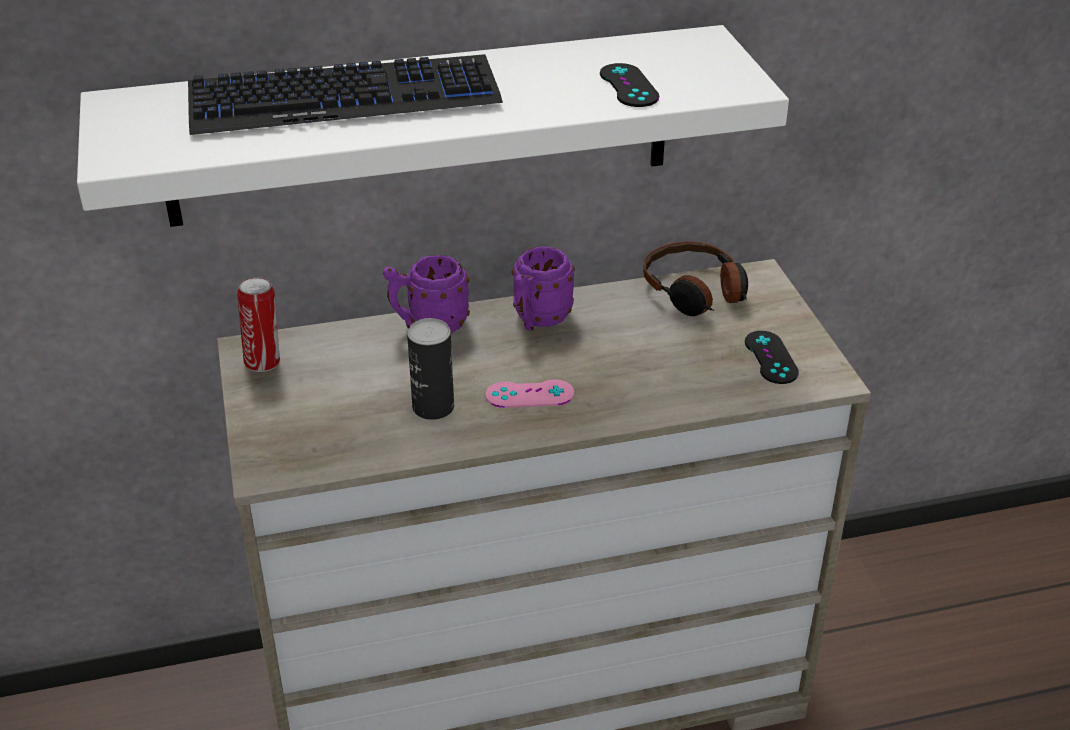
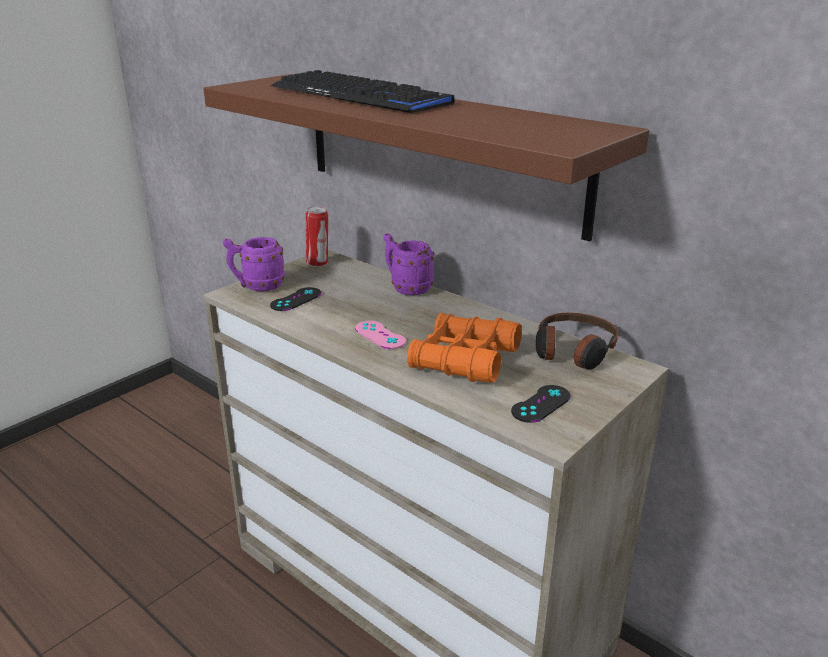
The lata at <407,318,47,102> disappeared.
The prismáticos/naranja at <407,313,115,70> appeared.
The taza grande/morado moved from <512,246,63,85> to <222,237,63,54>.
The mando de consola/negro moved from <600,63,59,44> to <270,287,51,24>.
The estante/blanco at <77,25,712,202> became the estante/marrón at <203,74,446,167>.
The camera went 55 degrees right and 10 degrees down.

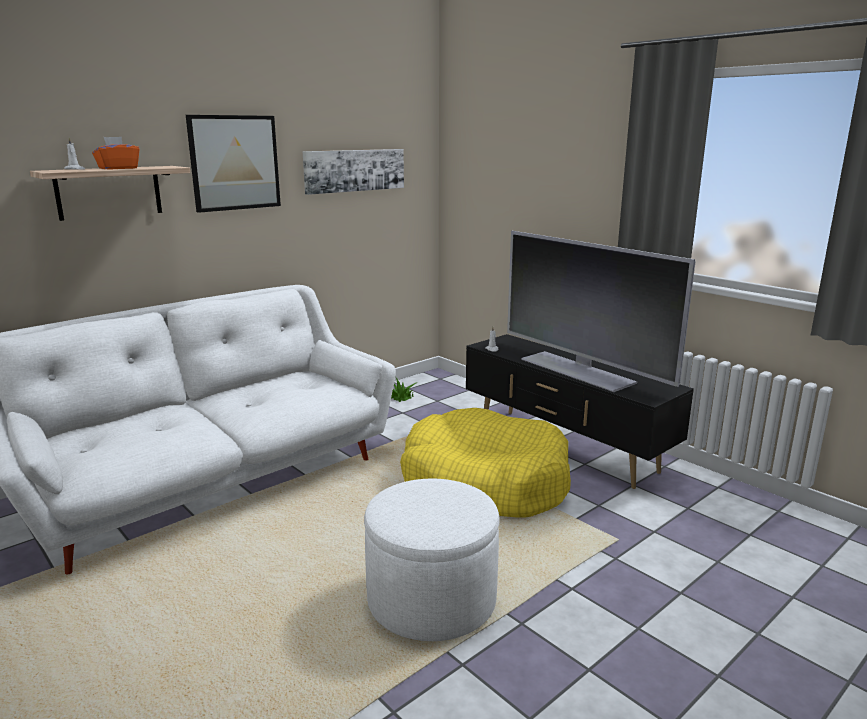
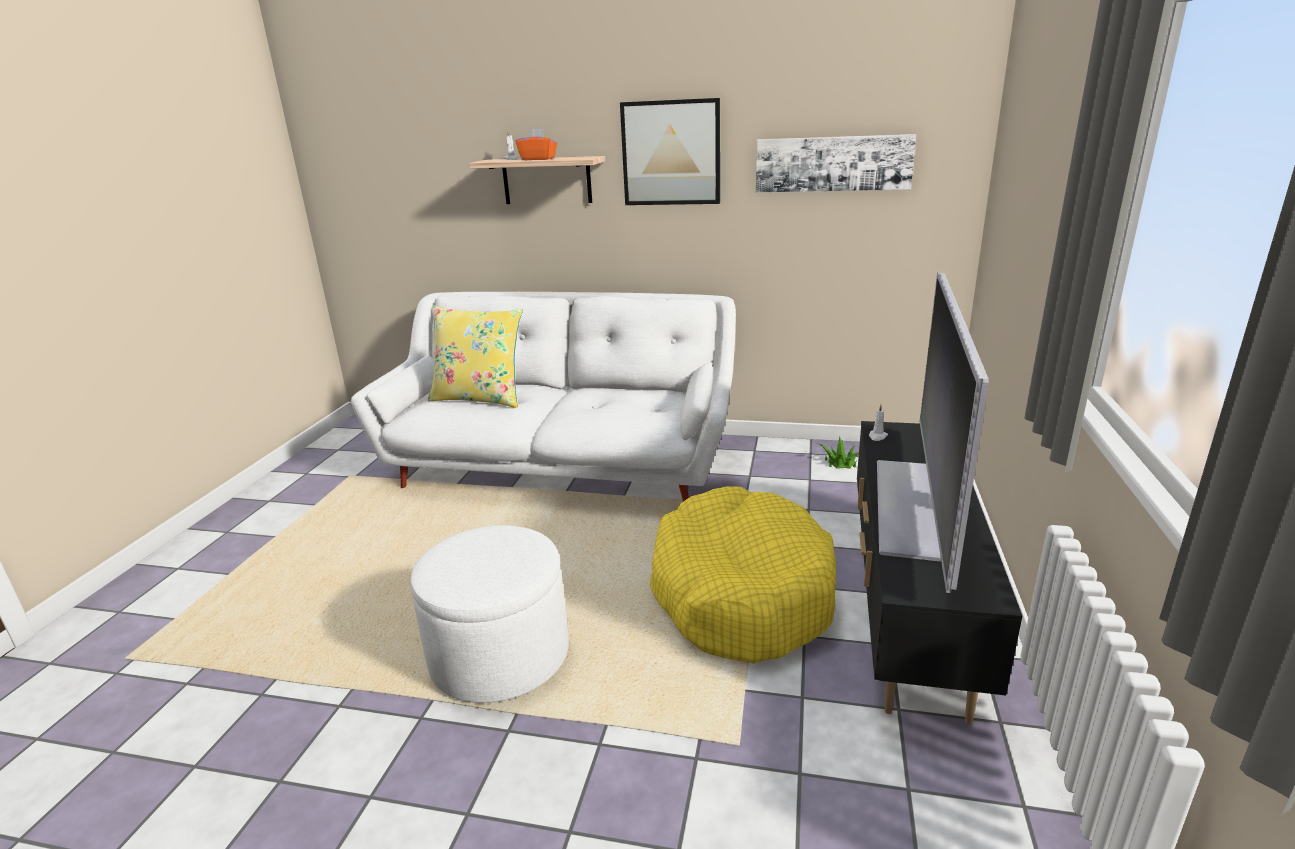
The cojín/amarillo at <428,305,95,103> appeared.
The camera went 55 degrees right and 5 degrees up.

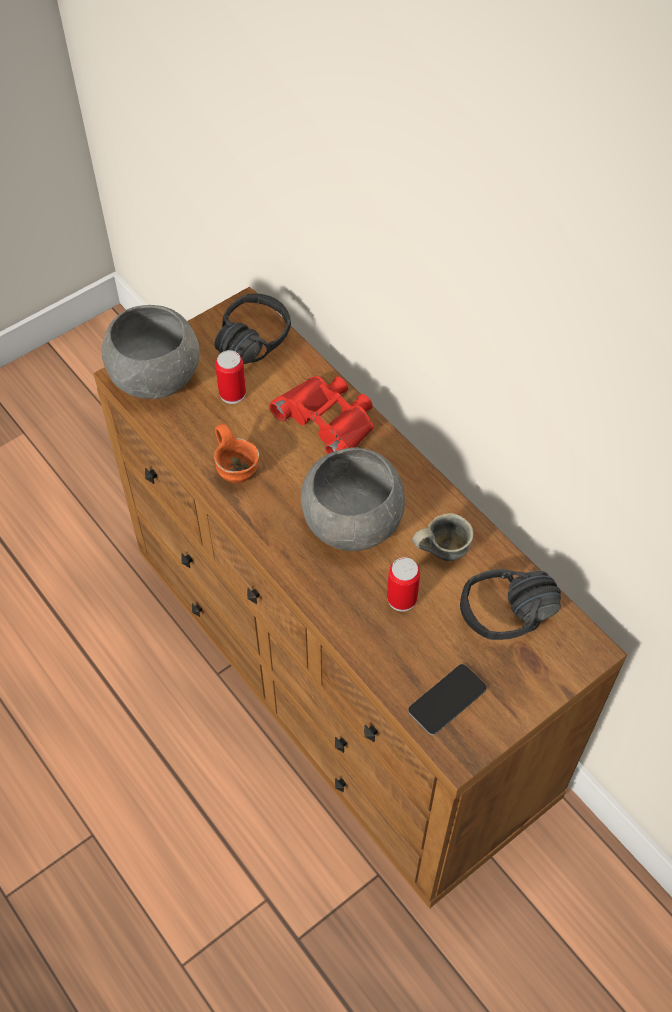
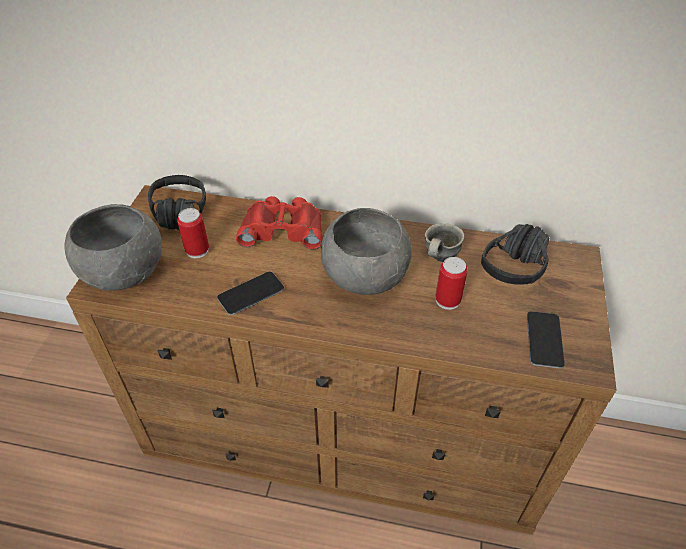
The taza grande/naranja at <214,424,45,60> was replaced by the móvil at <217,272,67,43>.
The camera went 40 degrees left and 10 degrees down.

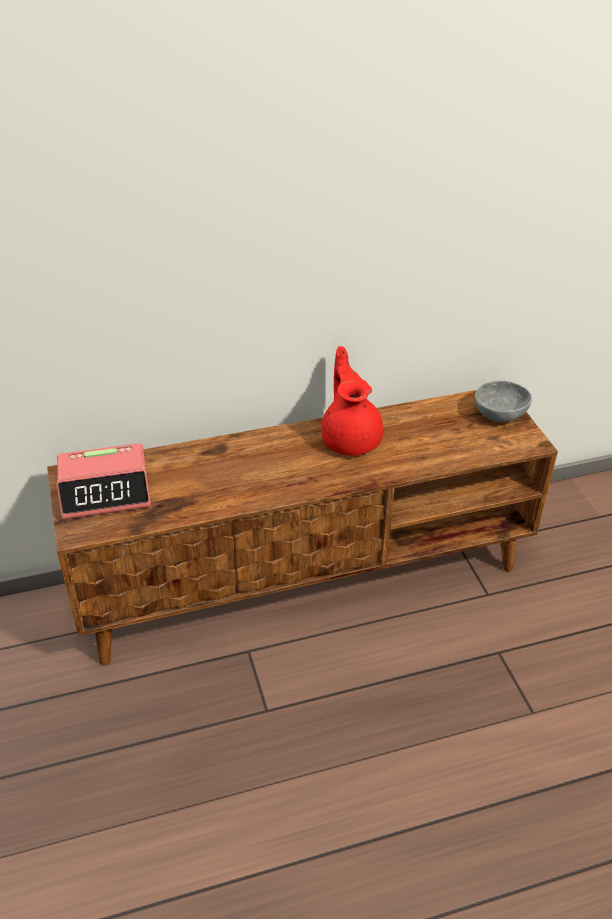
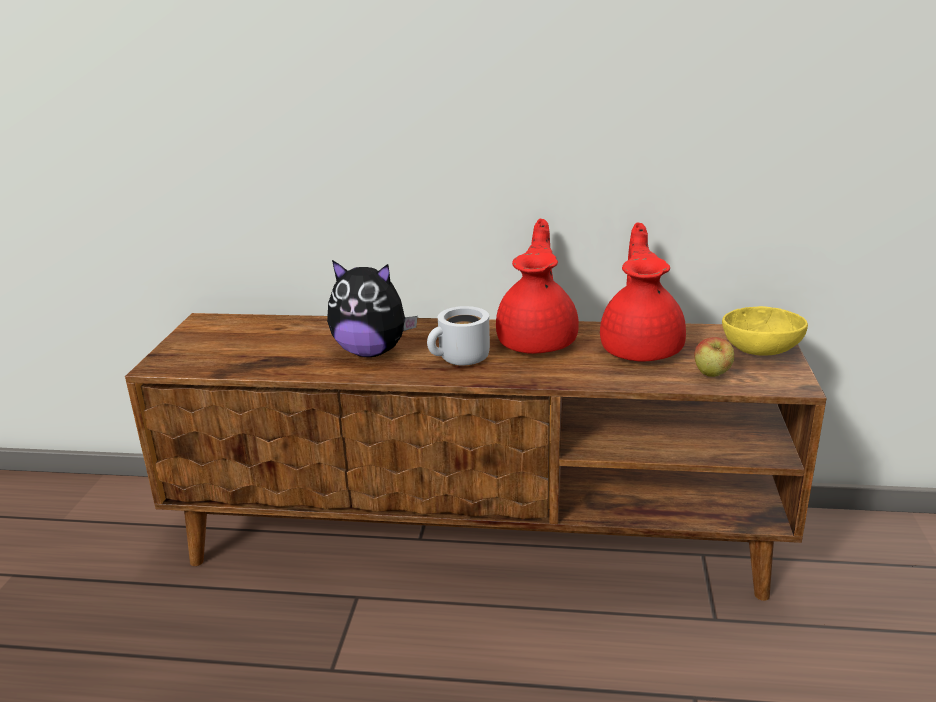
The despertador at <56,443,95,77> disappeared.
The peluche at <327,260,91,97> appeared.
The taza grande/blanco at <427,306,63,59> appeared.
The tetera/rojo at <600,222,86,140> appeared.
The manzana at <694,337,40,40> appeared.
The cuenco/gris at <475,381,57,41> became the cuenco/amarillo at <722,306,86,50>.
The camera went 25 degrees right and 15 degrees down.

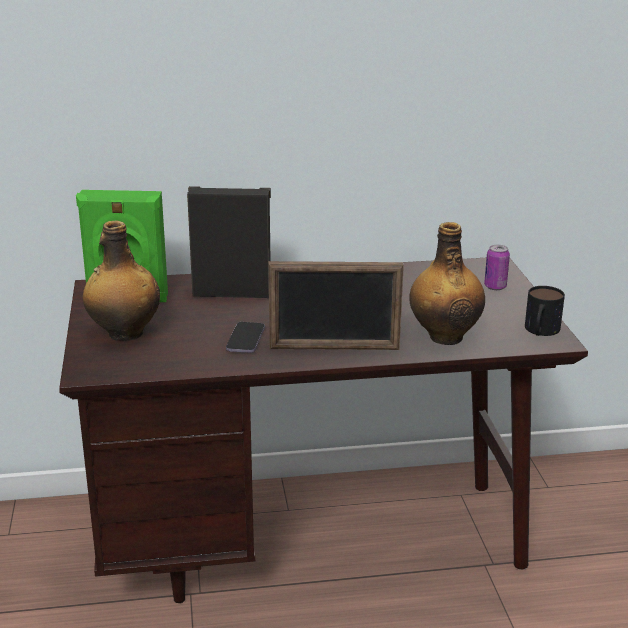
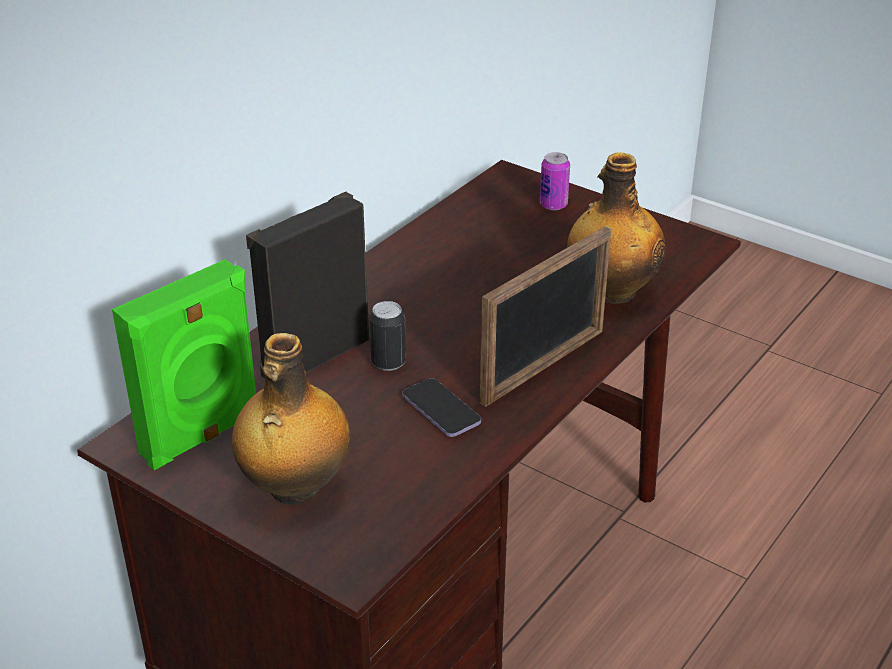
The taza grande at <525,286,40,50> disappeared.
The lata at <369,301,37,70> appeared.
The camera went 45 degrees left and 10 degrees up.

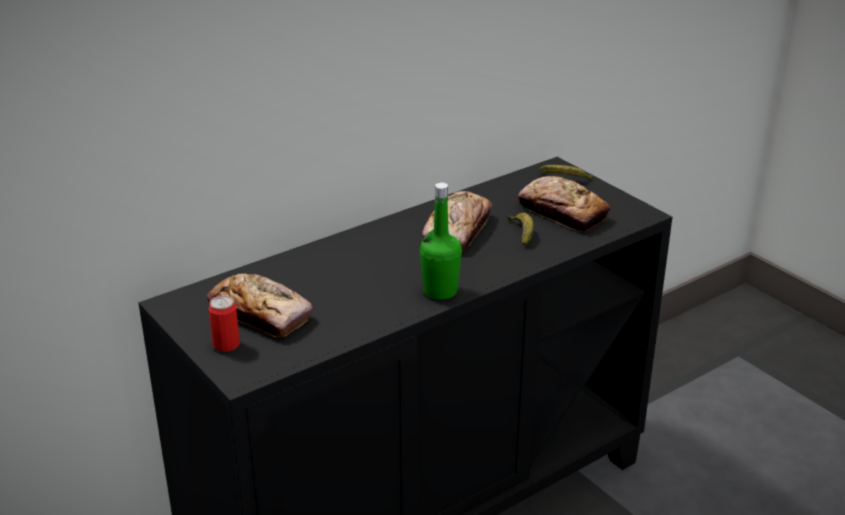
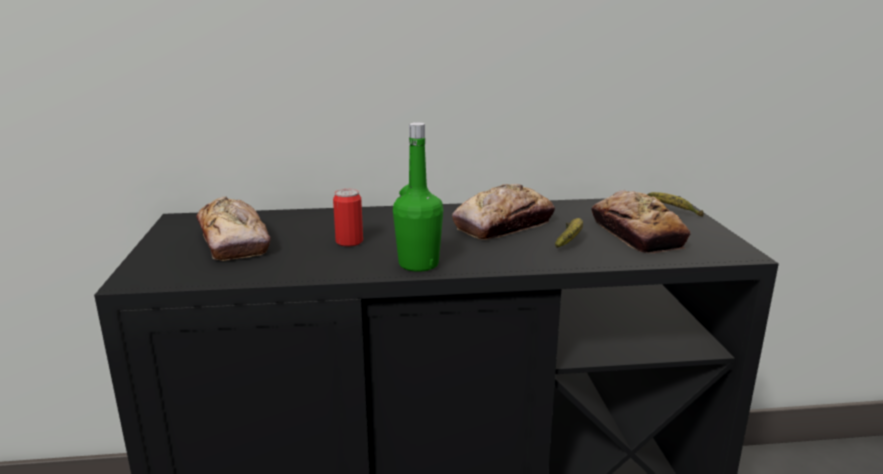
The lata moved from <209,296,31,56> to <333,189,30,57>.
The camera went 30 degrees right and 10 degrees down.

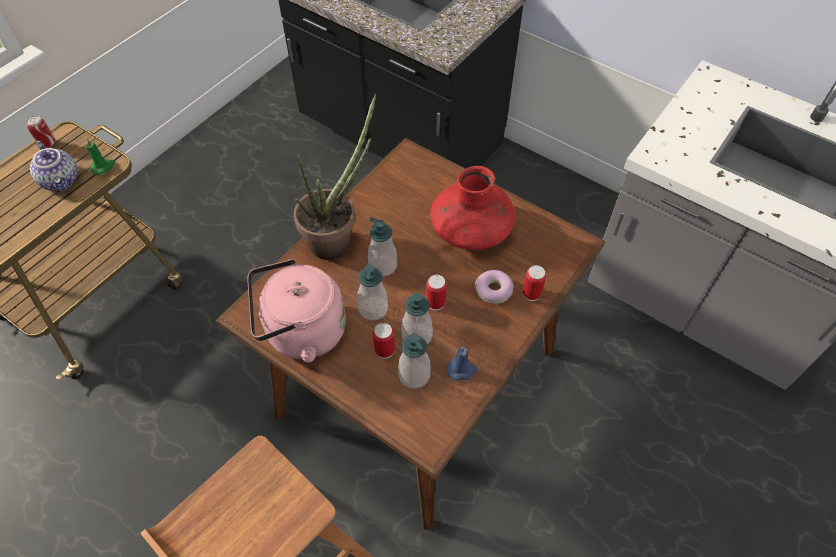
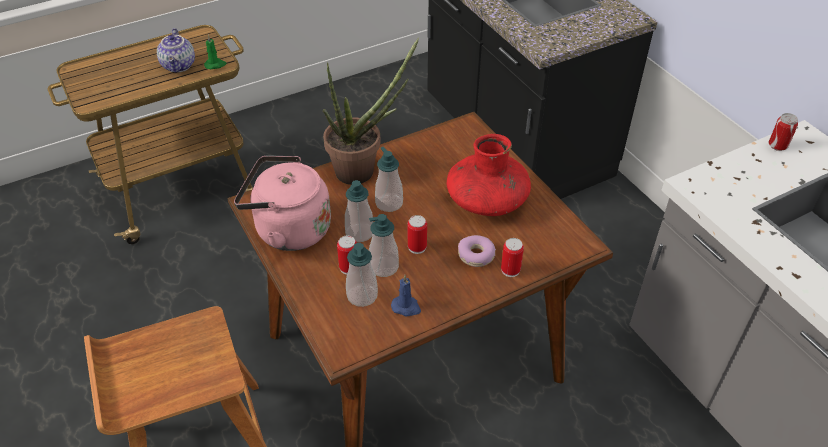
The lata moved from <26,115,29,33> to <769,113,29,38>.
The camera went 25 degrees right and 10 degrees down.

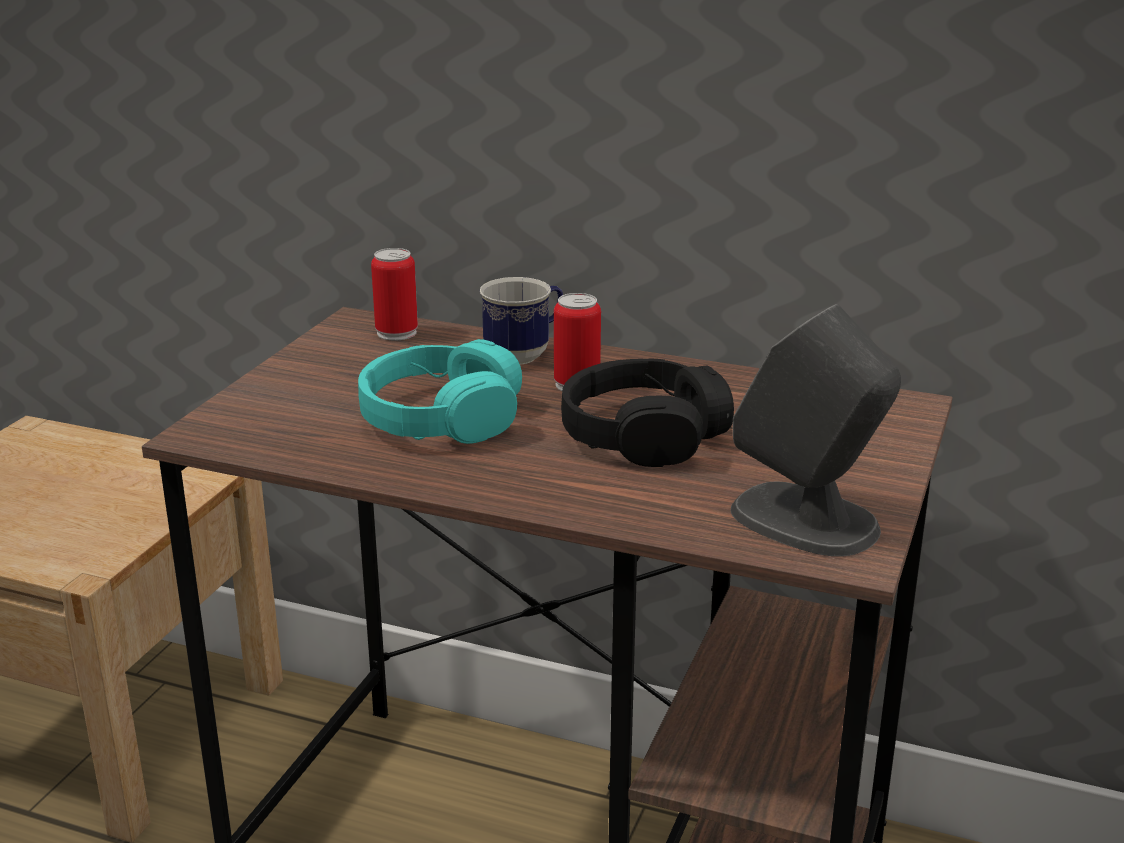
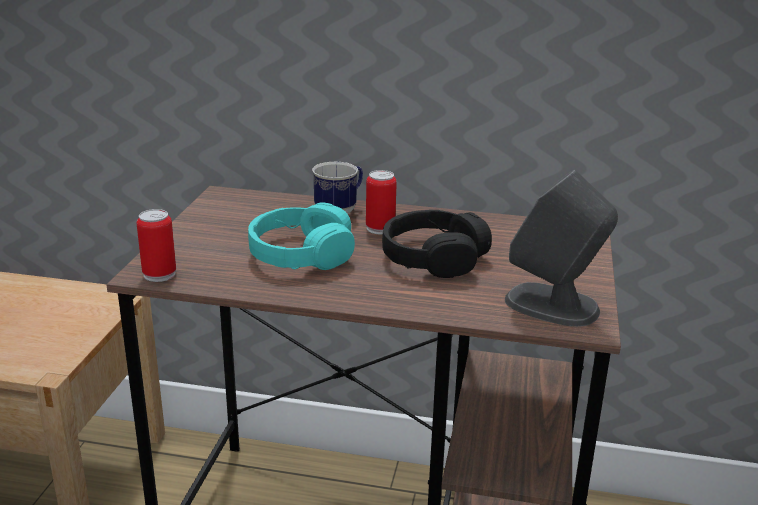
The lata moved from <371,248,47,93> to <137,209,39,73>.
The camera went 10 degrees left and 0 degrees up.

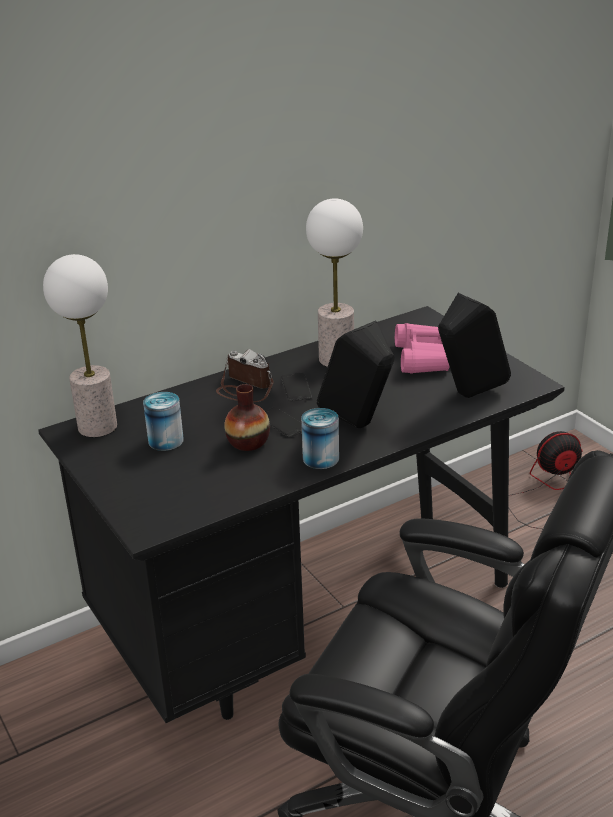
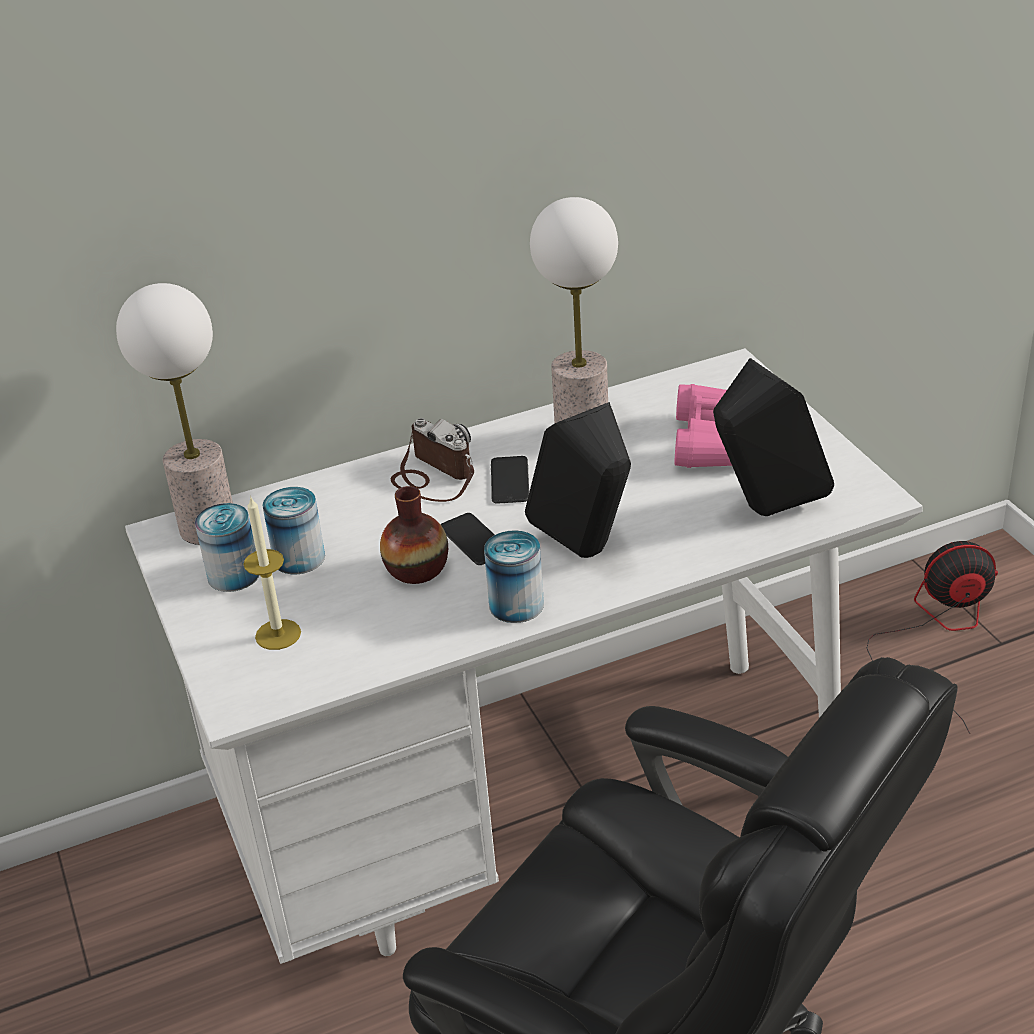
The lata at <195,503,64,89> appeared.
The vela at <243,495,58,155> appeared.
The escritorio/negro at <38,306,526,417> became the escritorio/blanco at <125,348,798,616>.
The camera went 10 degrees right and 5 degrees up.

